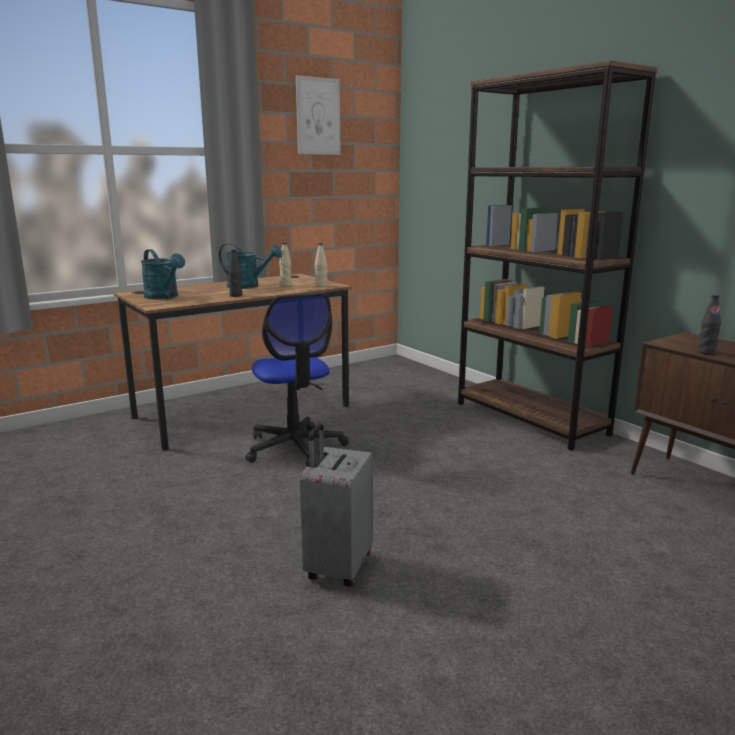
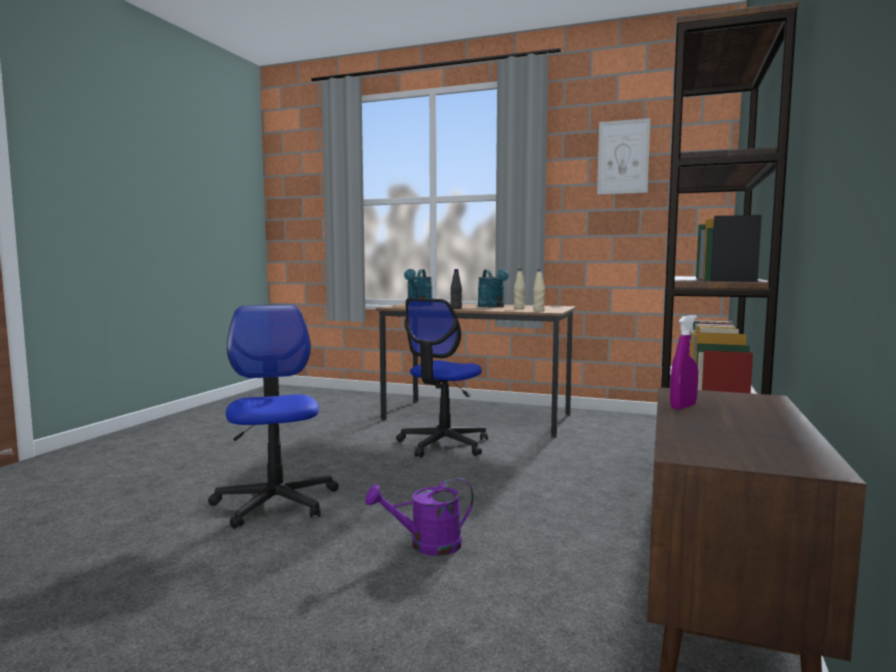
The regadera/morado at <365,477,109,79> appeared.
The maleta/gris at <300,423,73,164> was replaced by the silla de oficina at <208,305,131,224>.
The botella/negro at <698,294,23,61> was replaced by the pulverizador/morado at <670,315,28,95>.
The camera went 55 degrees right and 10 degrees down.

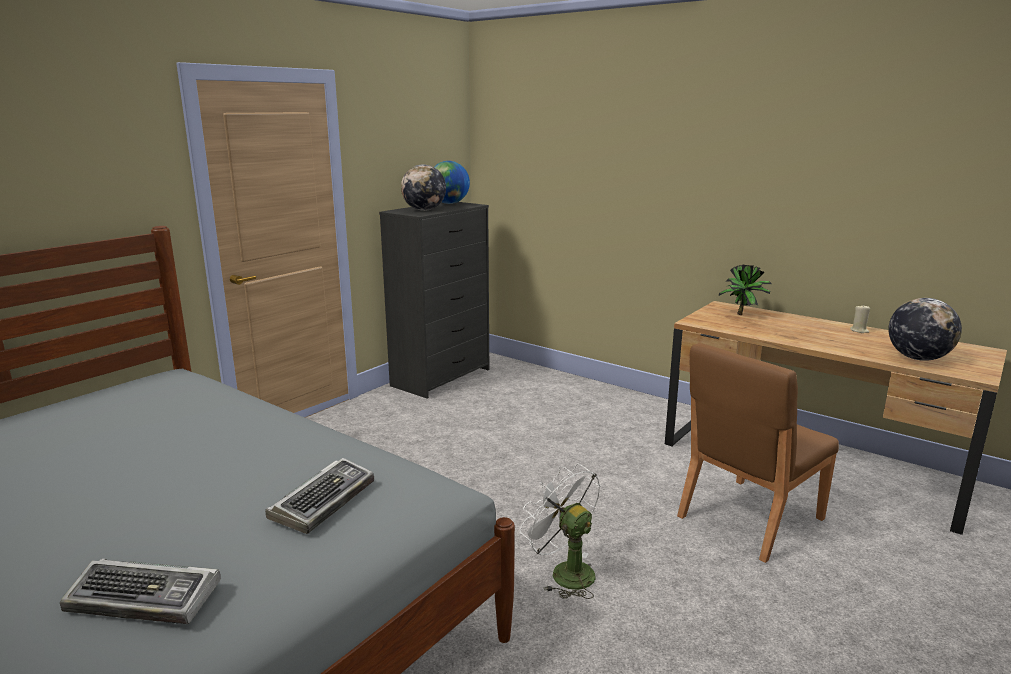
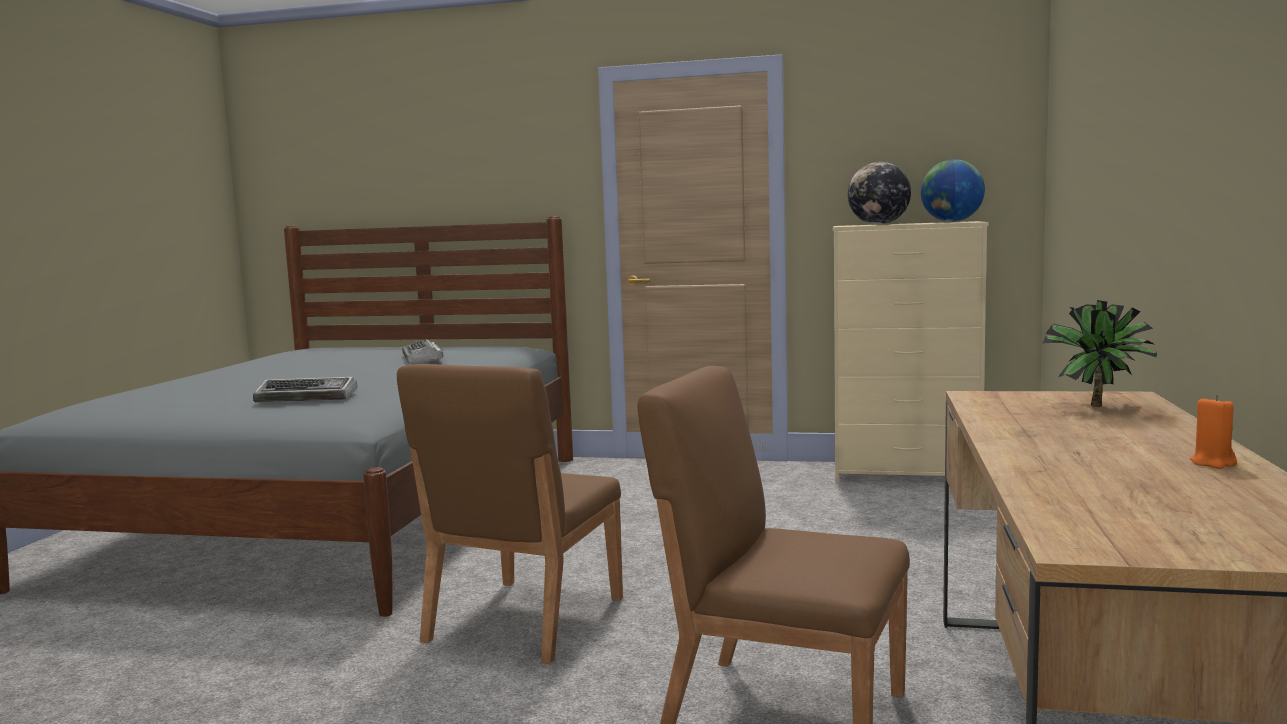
The globo terráqueo at <888,298,74,63> disappeared.
The teclado moved from <60,558,161,66> to <402,339,41,24>.
The ventilador/blanco at <520,464,80,135> was replaced by the silla/marrón at <397,364,226,300>.
The cómoda/negro at <379,202,110,197> became the cómoda/beis at <833,221,155,262>.
The vela/beis at <850,304,20,29> became the vela/naranja at <1190,395,47,74>.
The camera went 65 degrees right and 10 degrees down.

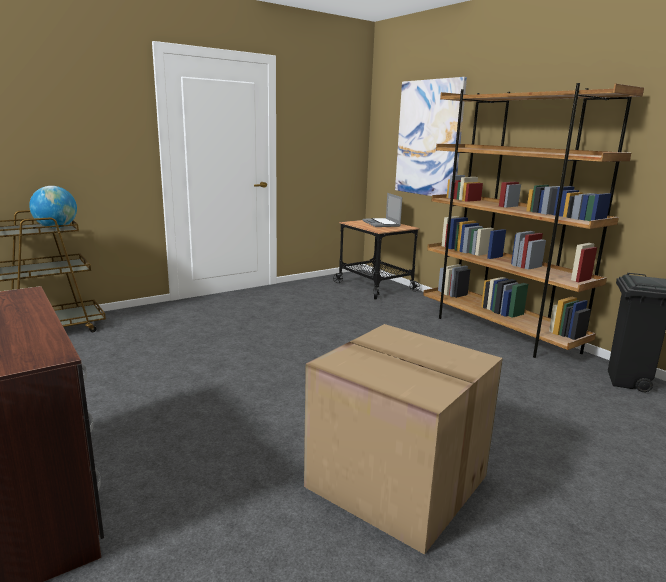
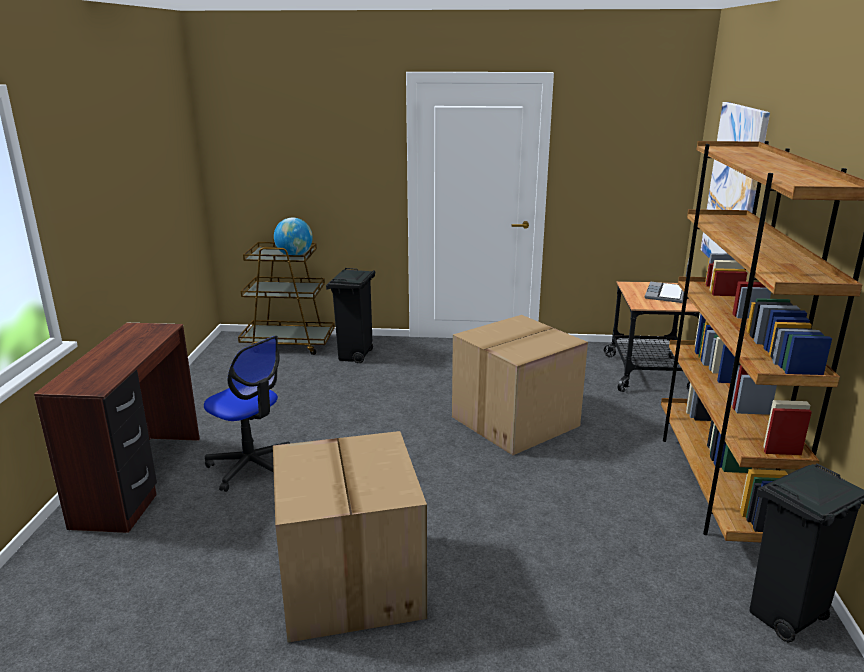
The silla de oficina at <204,336,86,156> appeared.
The papelera/negro at <326,268,49,95> appeared.
The caja de cartón at <452,315,136,140> appeared.
The camera went 40 degrees right and 5 degrees up.

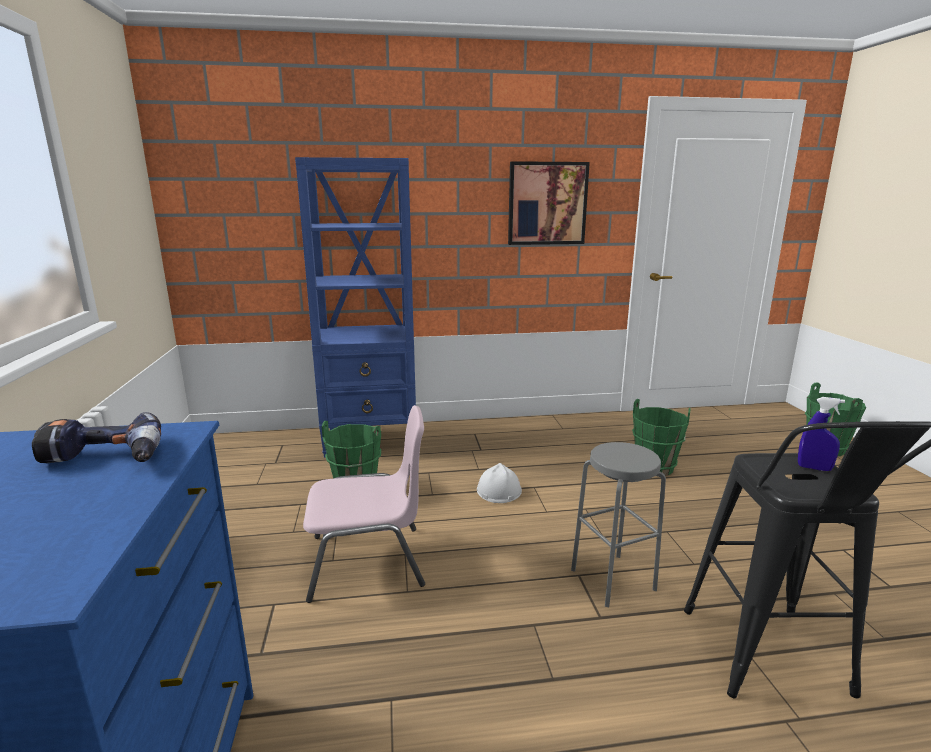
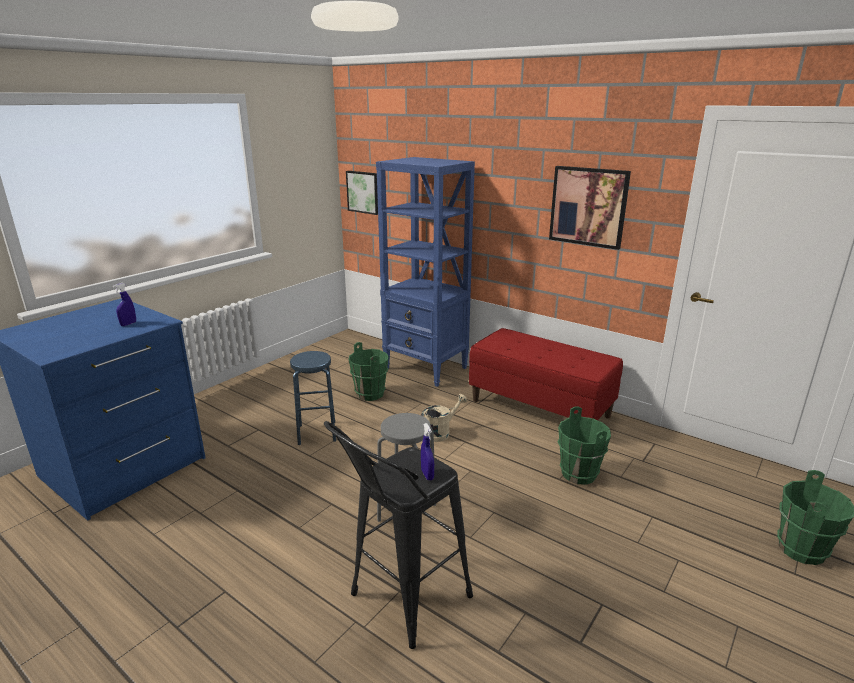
The cuadro at <346,171,32,44> appeared.
The banco/rojo at <469,328,154,92> appeared.
The taladro at <32,412,129,51> was replaced by the pulverizador/azul at <113,283,23,43>.
The silla/rosa at <303,405,122,198> was replaced by the taburete/azul at <290,351,46,94>.
The casco/blanco at <477,463,45,40> was replaced by the regadera/beis at <421,394,46,48>.
The camera went 45 degrees right and 5 degrees up.

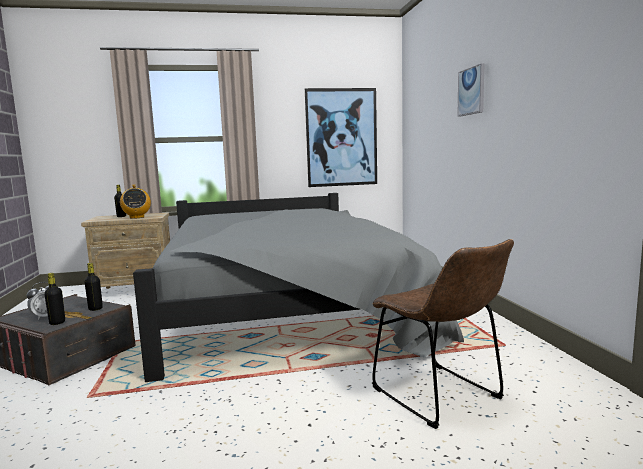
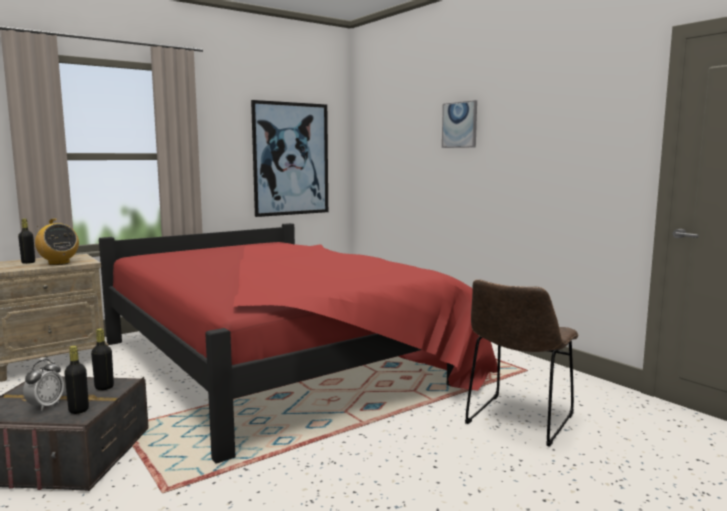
The cama/gris at <133,193,331,189> became the cama/rojo at <99,223,399,240>.
The silla/marrón at <372,239,142,190> turned 90 degrees clockwise.
The camera went 25 degrees left and 0 degrees up.

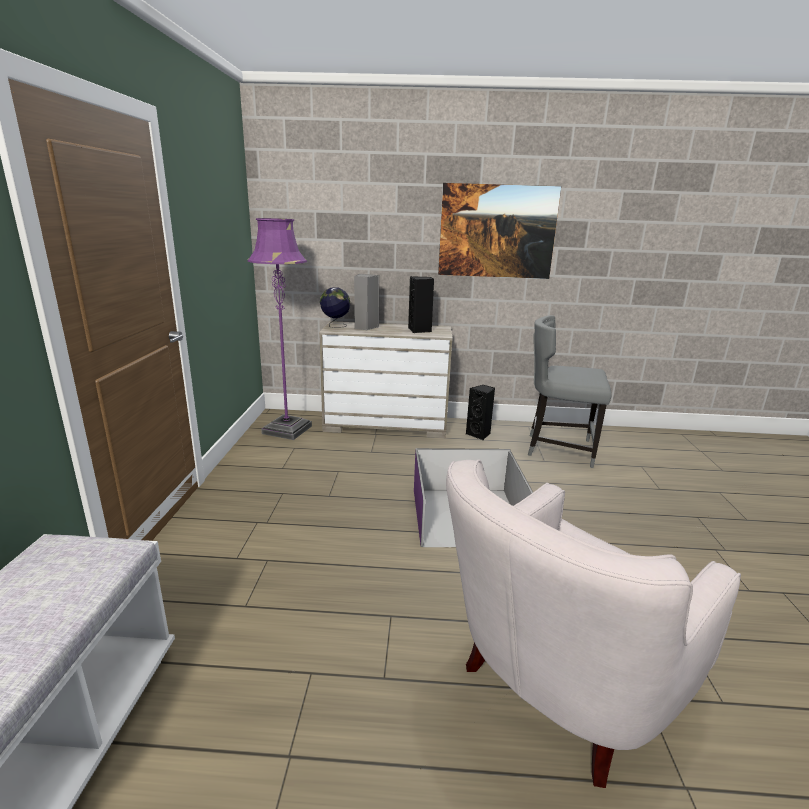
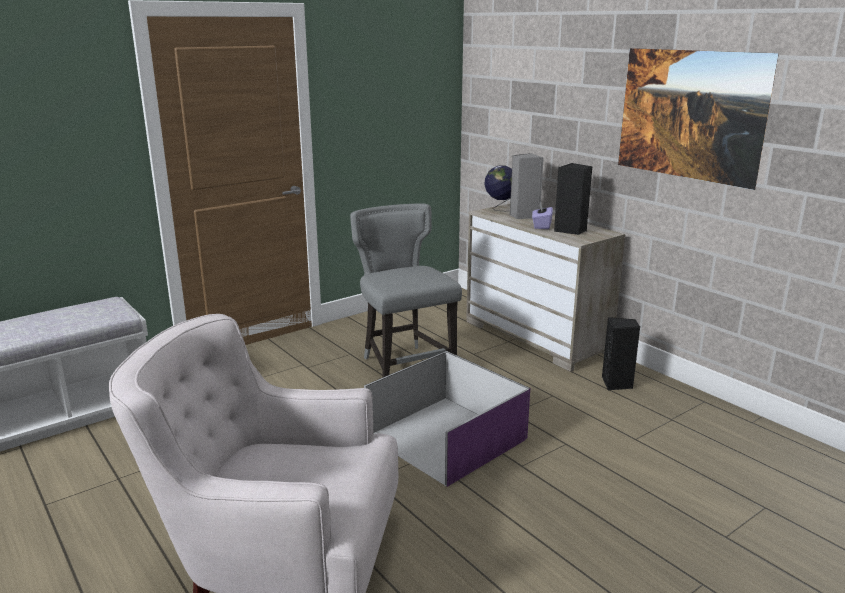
The lámpara de pie/morado at <248,218,64,222> disappeared.
The caja de pañuelos/morado at <532,202,21,27> appeared.
The silla/gris moved from <528,315,84,153> to <350,203,112,175>.
The camera went 50 degrees right and 0 degrees up.

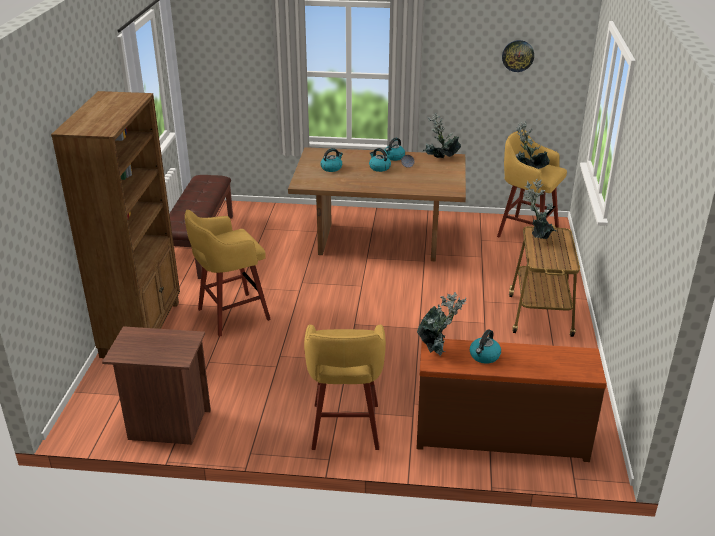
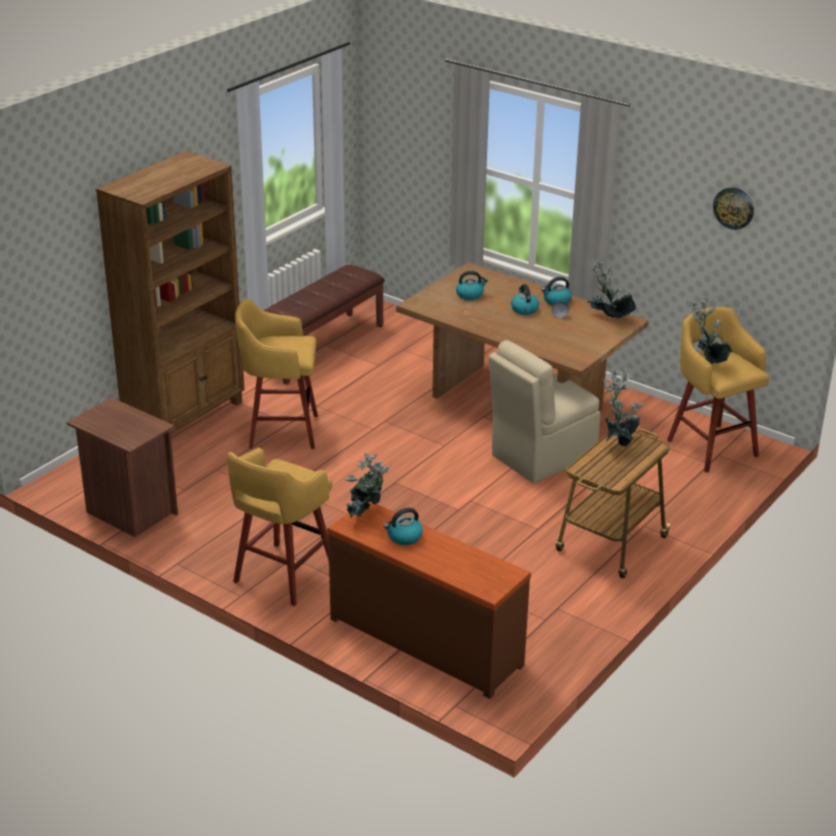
The silla/beis at <489,340,112,143> appeared.
The camera went 30 degrees right and 0 degrees up.

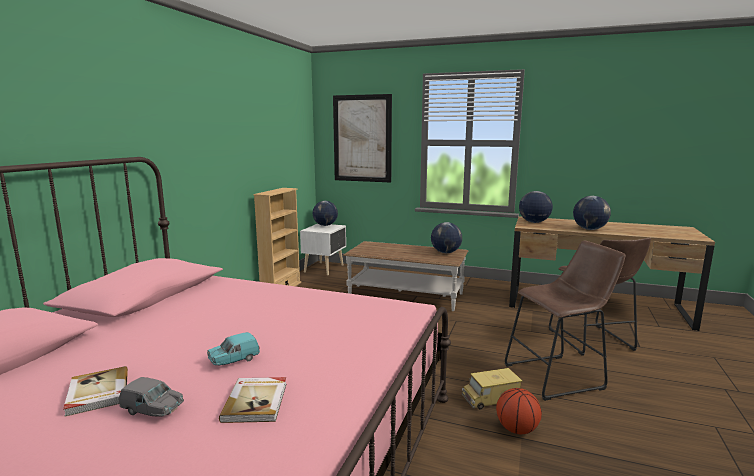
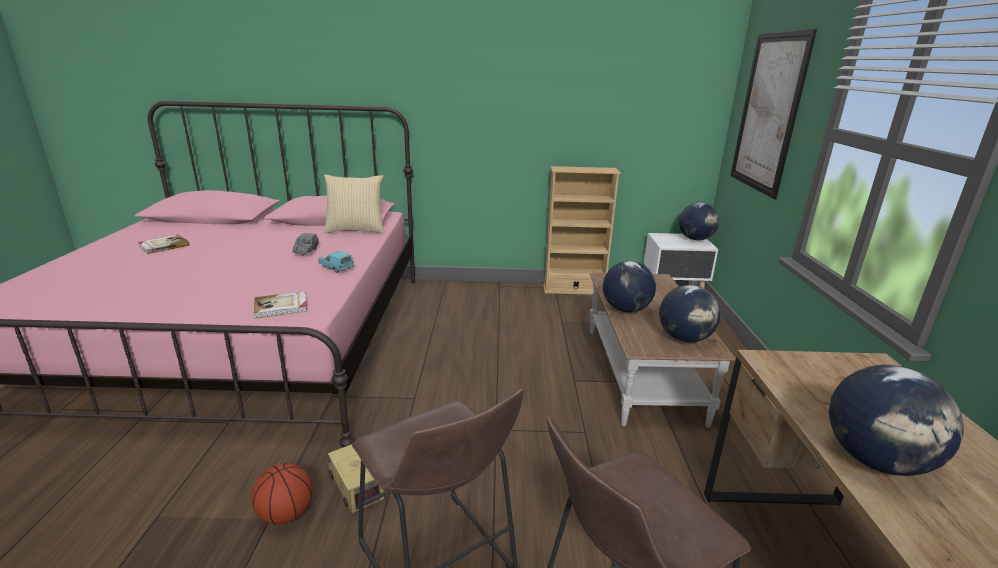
The cojín at <324,175,61,59> appeared.
The coche de juguete/gris moved from <119,377,65,40> to <293,233,26,23>.
The coche de juguete/turquesa moved from <207,332,53,34> to <318,251,36,22>.
The libro moved from <219,377,68,46> to <254,291,53,27>.
The globo terráqueo moved from <519,191,34,32> to <603,261,53,52>.
The camera went 70 degrees right and 10 degrees up.

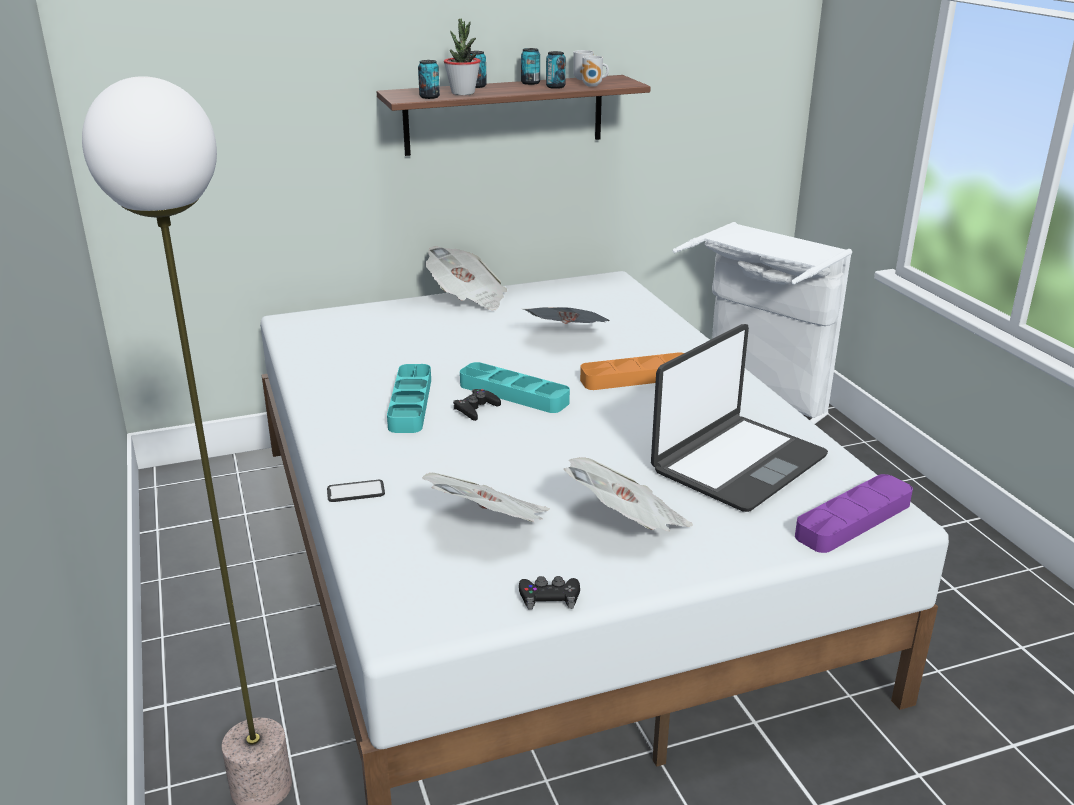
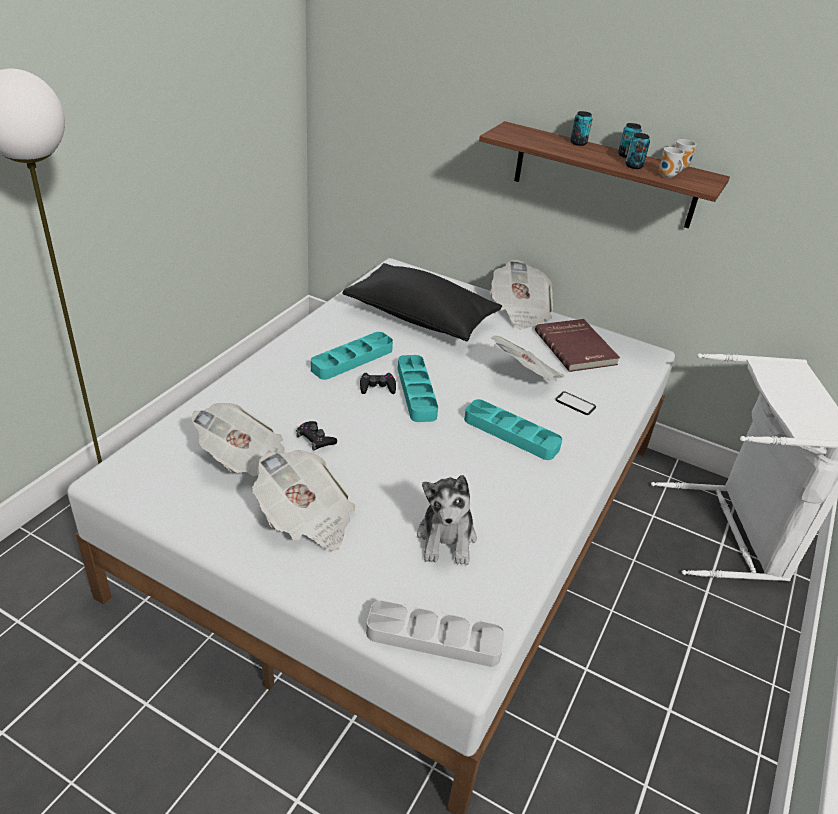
The lata at <418,60,22,39> disappeared.
The planta en maceta at <444,18,37,77> disappeared.
The cojín/negro at <342,263,160,79> appeared.
The libro/rojo at <535,319,85,53> appeared.
The móvil moved from <327,480,58,22> to <555,391,41,24>.
The mando de consola/negro moved from <519,576,61,34> to <296,421,41,30>.
The portátil at <651,324,177,188> was replaced by the peluche at <417,475,60,90>.
The bandeja/naranja at <580,352,104,38> became the bandeja/turquesa at <464,399,98,61>.
The bandeja/morado at <795,474,118,79> became the bandeja/gris at <366,600,139,67>.
The camera went 45 degrees right and 10 degrees up.

